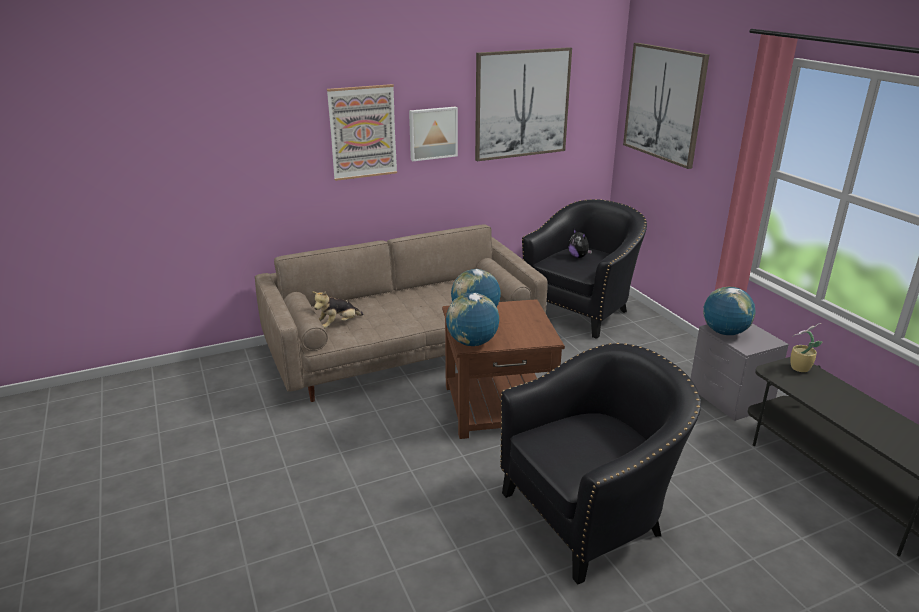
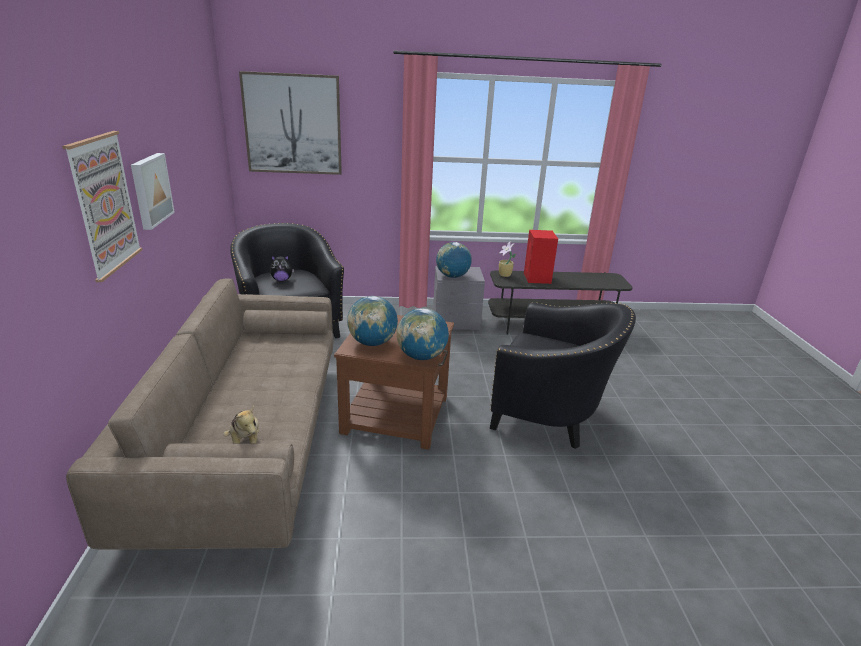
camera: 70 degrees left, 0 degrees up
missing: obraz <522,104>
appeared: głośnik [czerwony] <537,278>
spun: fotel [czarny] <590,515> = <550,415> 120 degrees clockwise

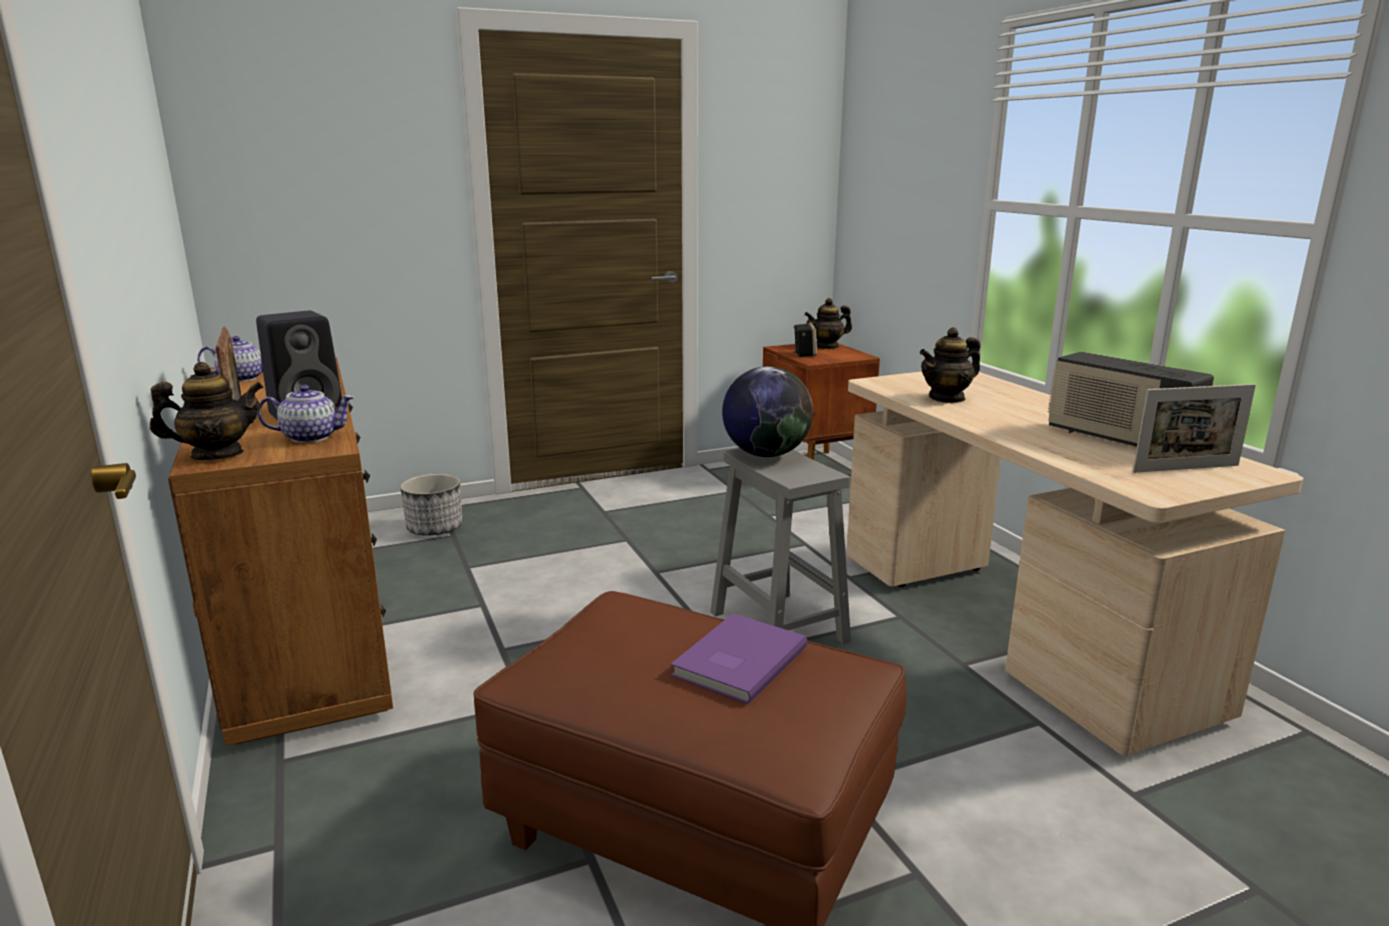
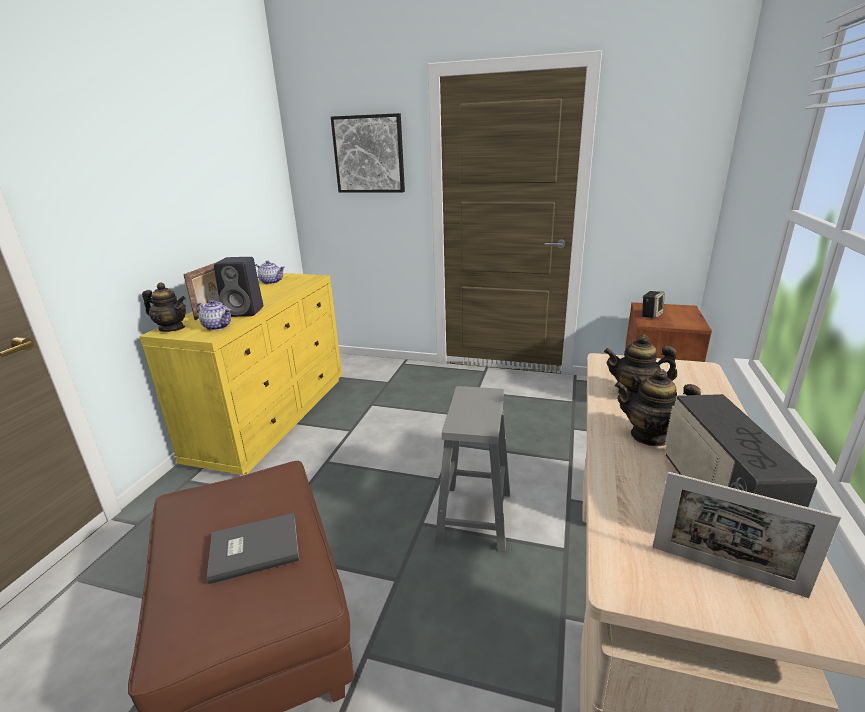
camera: 40 degrees right, 5 degrees up
missing: donica <435,528>; globus <766,454>
appeared: obraz <369,154>
relocated: imbryk <827,346> to <650,436>
colour: komoda [brązowy] <309,631> to komoda [żółty] <273,416>; książka [fioletowy] <736,661> to książka [szary] <253,548>

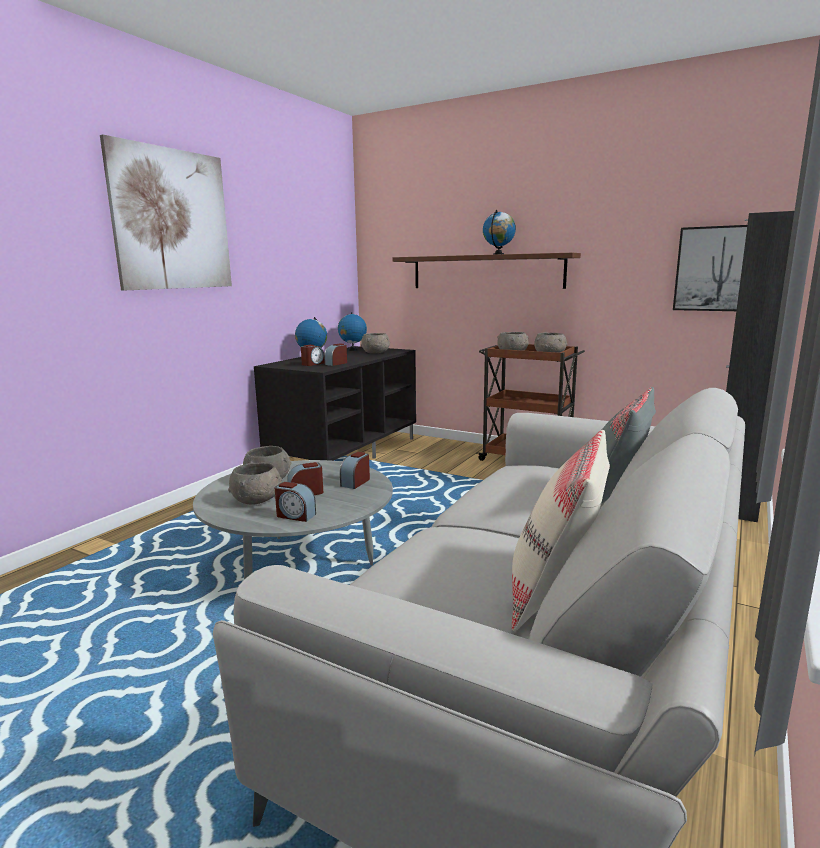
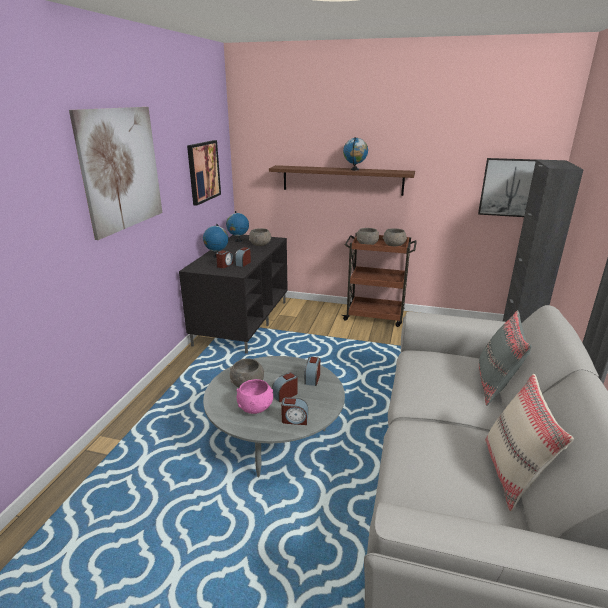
camera: 15 degrees left, 10 degrees up
appeared: obraz <203,171>
colour: miska [szary] <257,500> to miska [różowy] <256,407>

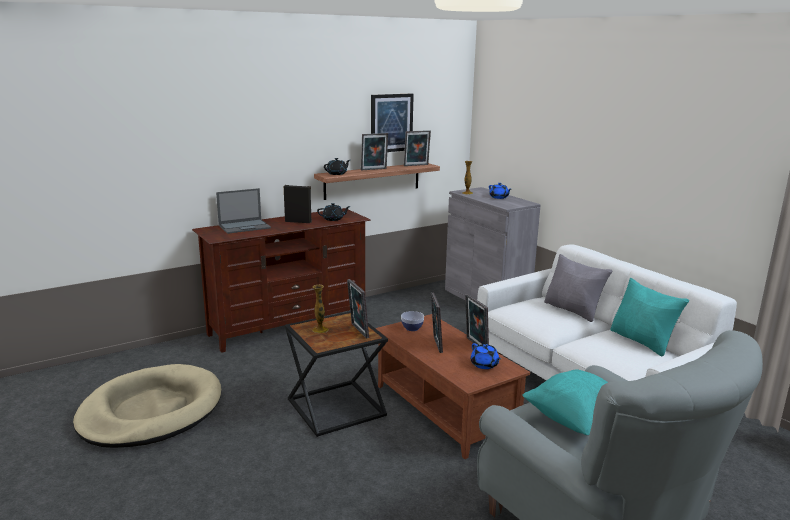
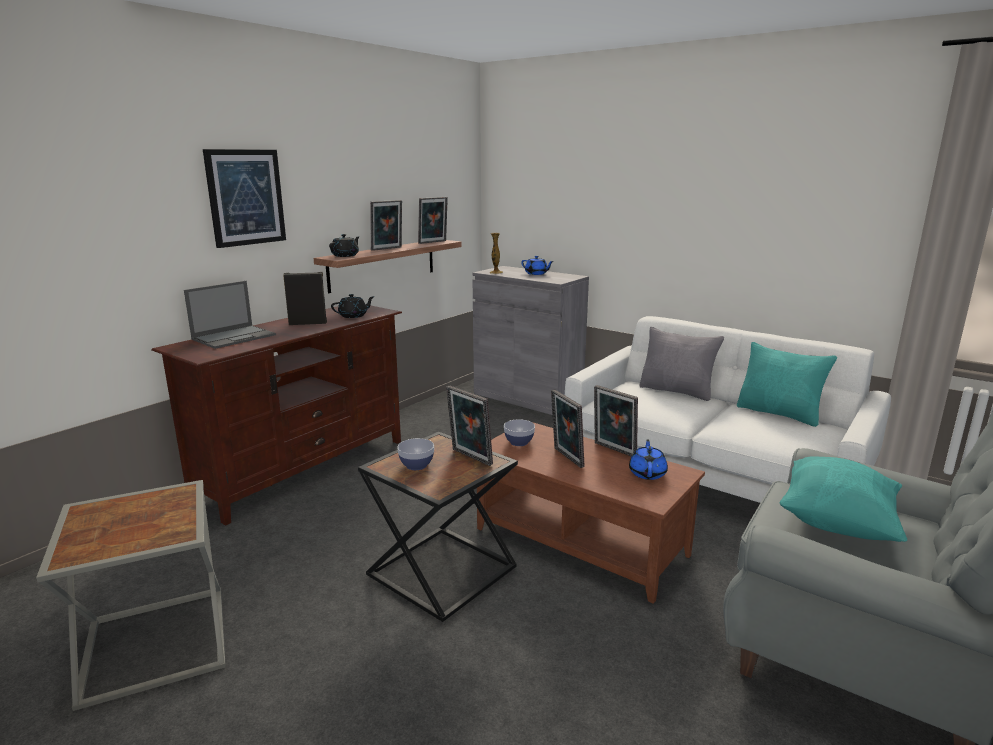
camera: 20 degrees left, 0 degrees up
relocated: obraz <391,123> to <245,197>
exchanged: legowisko [beżowy] <151,411> to stolik [szary] <153,647>; wazon <320,330> to miska <416,465>
spun: imbryk [niebieski] <484,365> = <647,473> 120 degrees counterclockwise

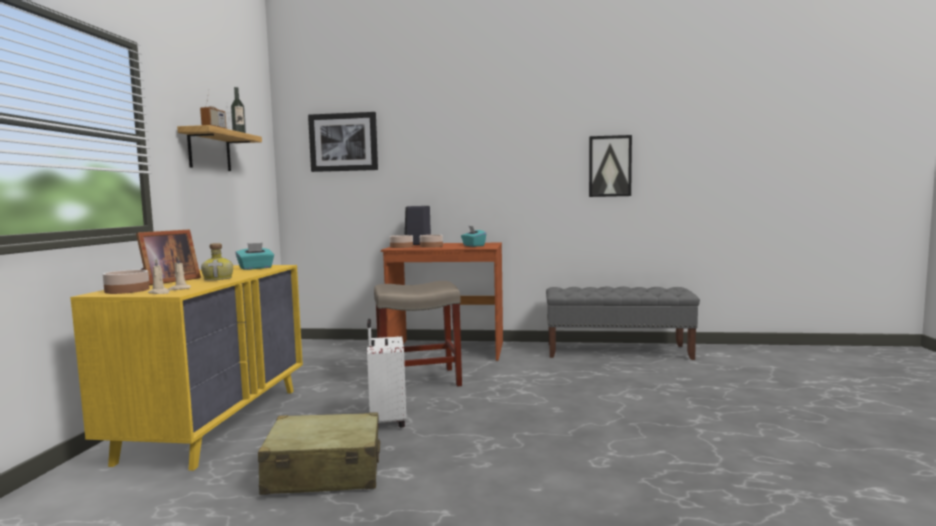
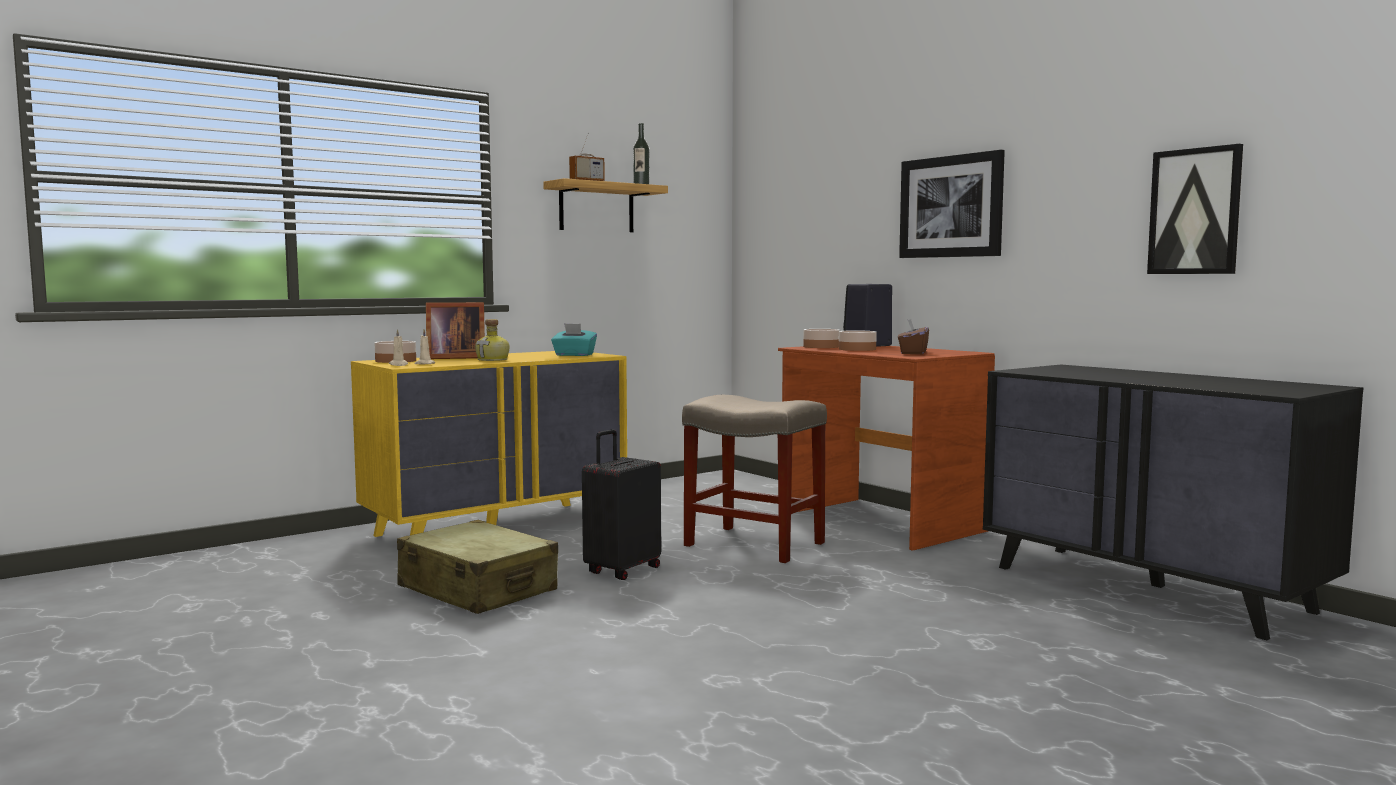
camera: 45 degrees right, 0 degrees up
relocated: obraz <343,142> to <951,206>
exchanged: ławka [szary] <617,351> to komoda [czarny] <1150,589>
colour: walizka [biały] <386,421> to walizka [czarny] <621,570>; pudełko chusteczek [turkusowy] <473,245> to pudełko chusteczek [brązowy] <912,353>

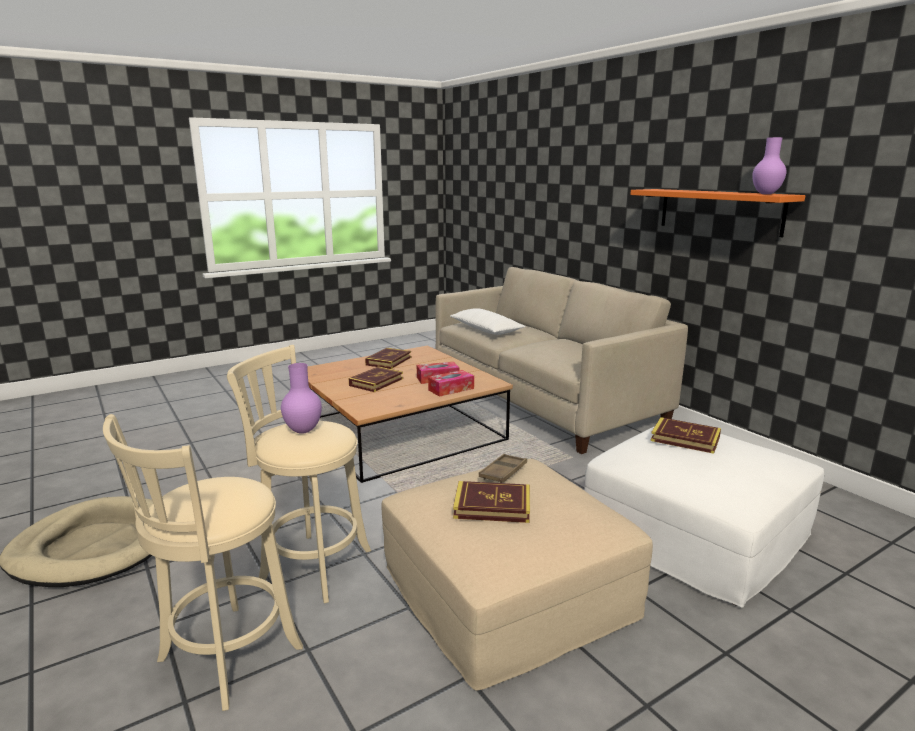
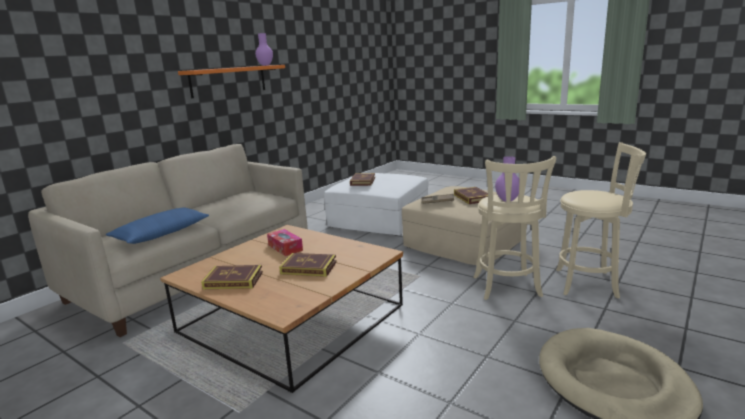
camera: 110 degrees left, 0 degrees up
missing: pudełko chusteczek <451,389>
colour: poduszka [biały] <486,330> to poduszka [niebieski] <161,234>

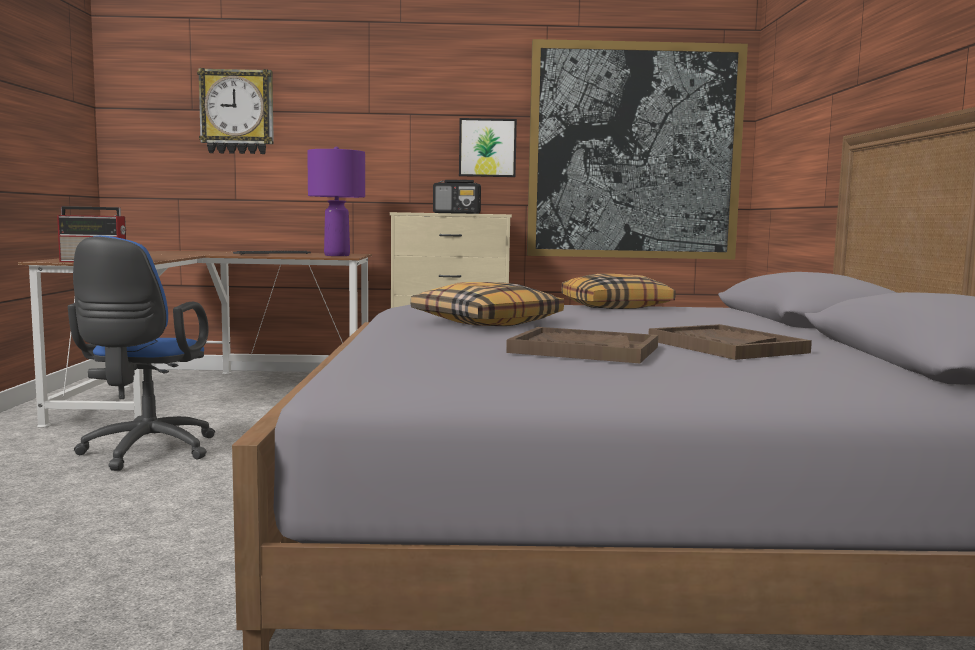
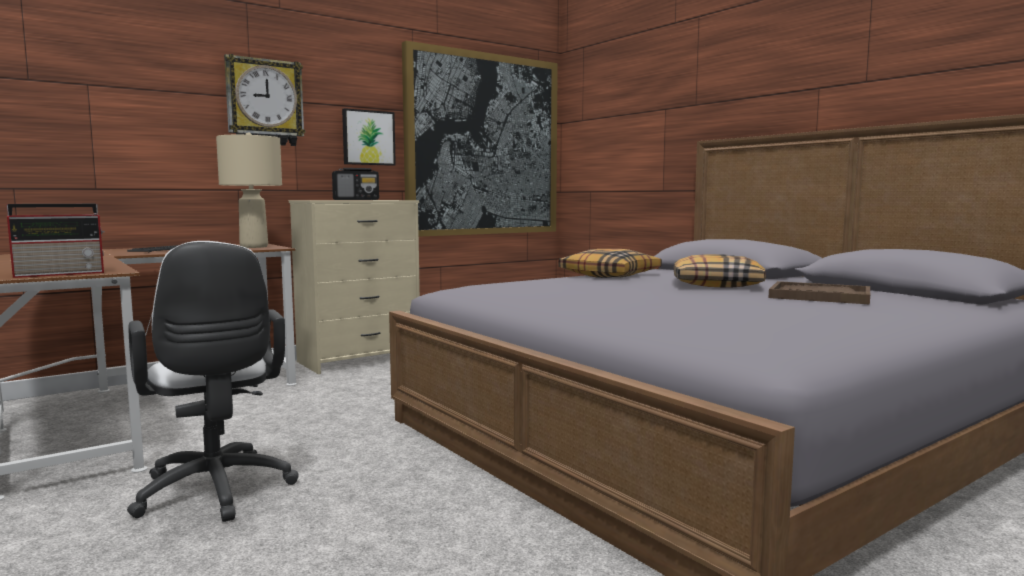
camera: 35 degrees left, 0 degrees up
missing: taca [brązowy] <583,350>
relocated: zegar ścienny <237,112> to <264,102>; poduszka <486,322> to <716,284>
colour: krzesło biurowe [niebieski] <145,452> to krzesło biurowe [biały] <216,493>; lampa stołowa [fioletowy] <336,255> to lampa stołowa [beżowy] <254,247>

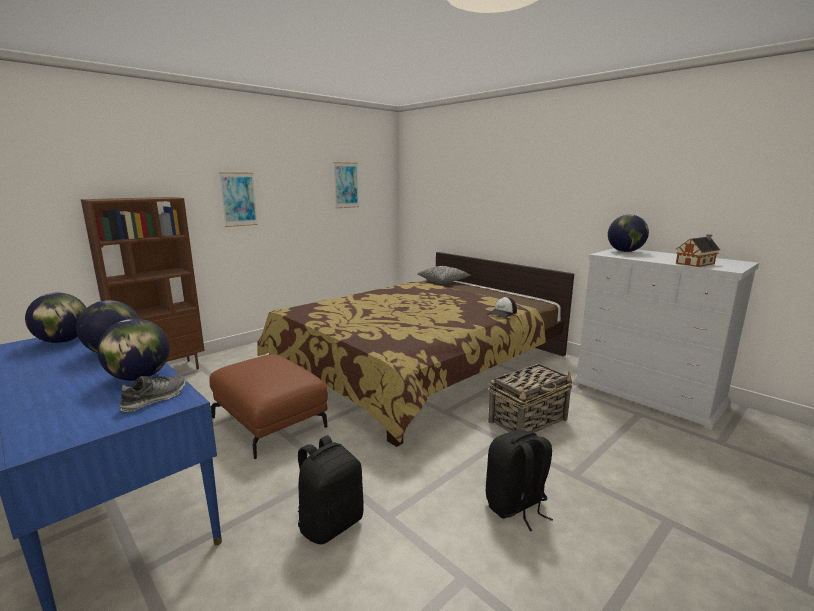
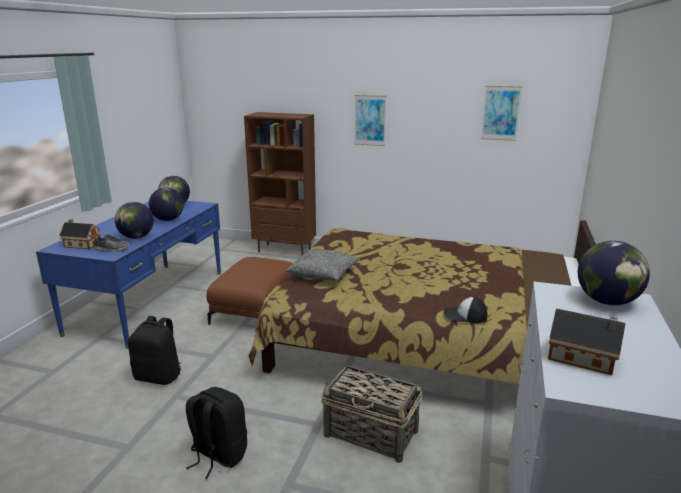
camera: 60 degrees right, 5 degrees up
appeared: domek <81,244>
relocated: poduszka [szary] <443,281> to <324,274>

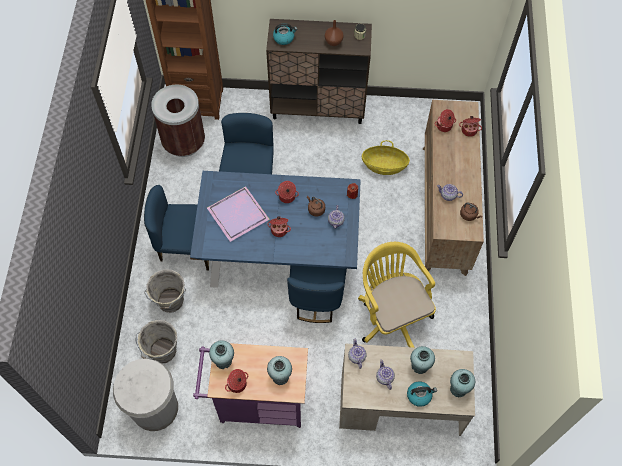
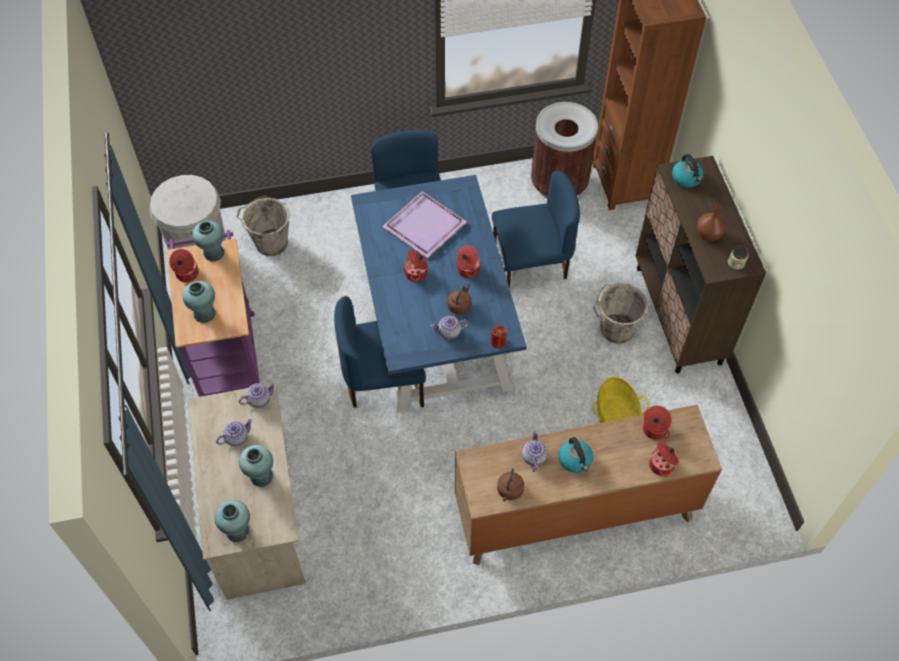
camera: 75 degrees right, 5 degrees down
missing: krzesło biurowe [żółty] <391,314>
relocated: wiadro [szary] <170,302> to <615,330>; czajnik <419,395> to <575,460>

